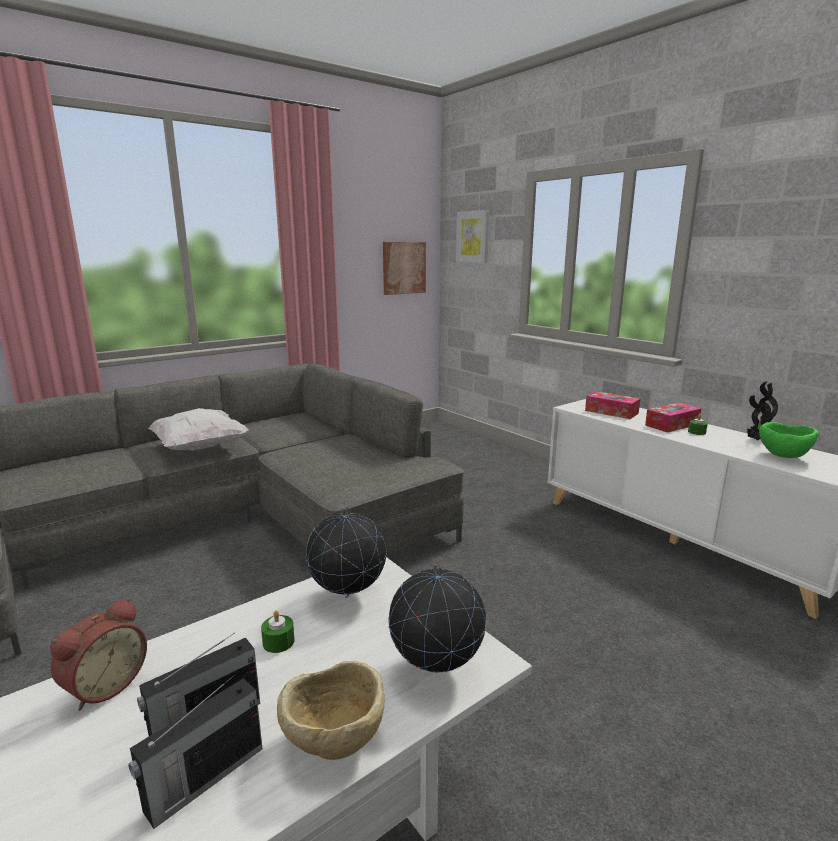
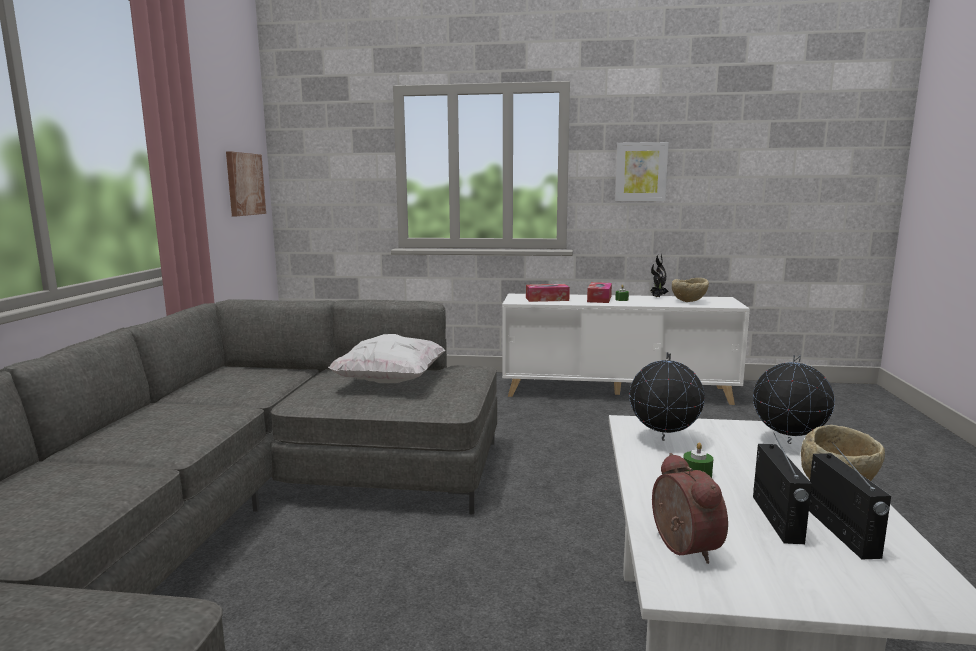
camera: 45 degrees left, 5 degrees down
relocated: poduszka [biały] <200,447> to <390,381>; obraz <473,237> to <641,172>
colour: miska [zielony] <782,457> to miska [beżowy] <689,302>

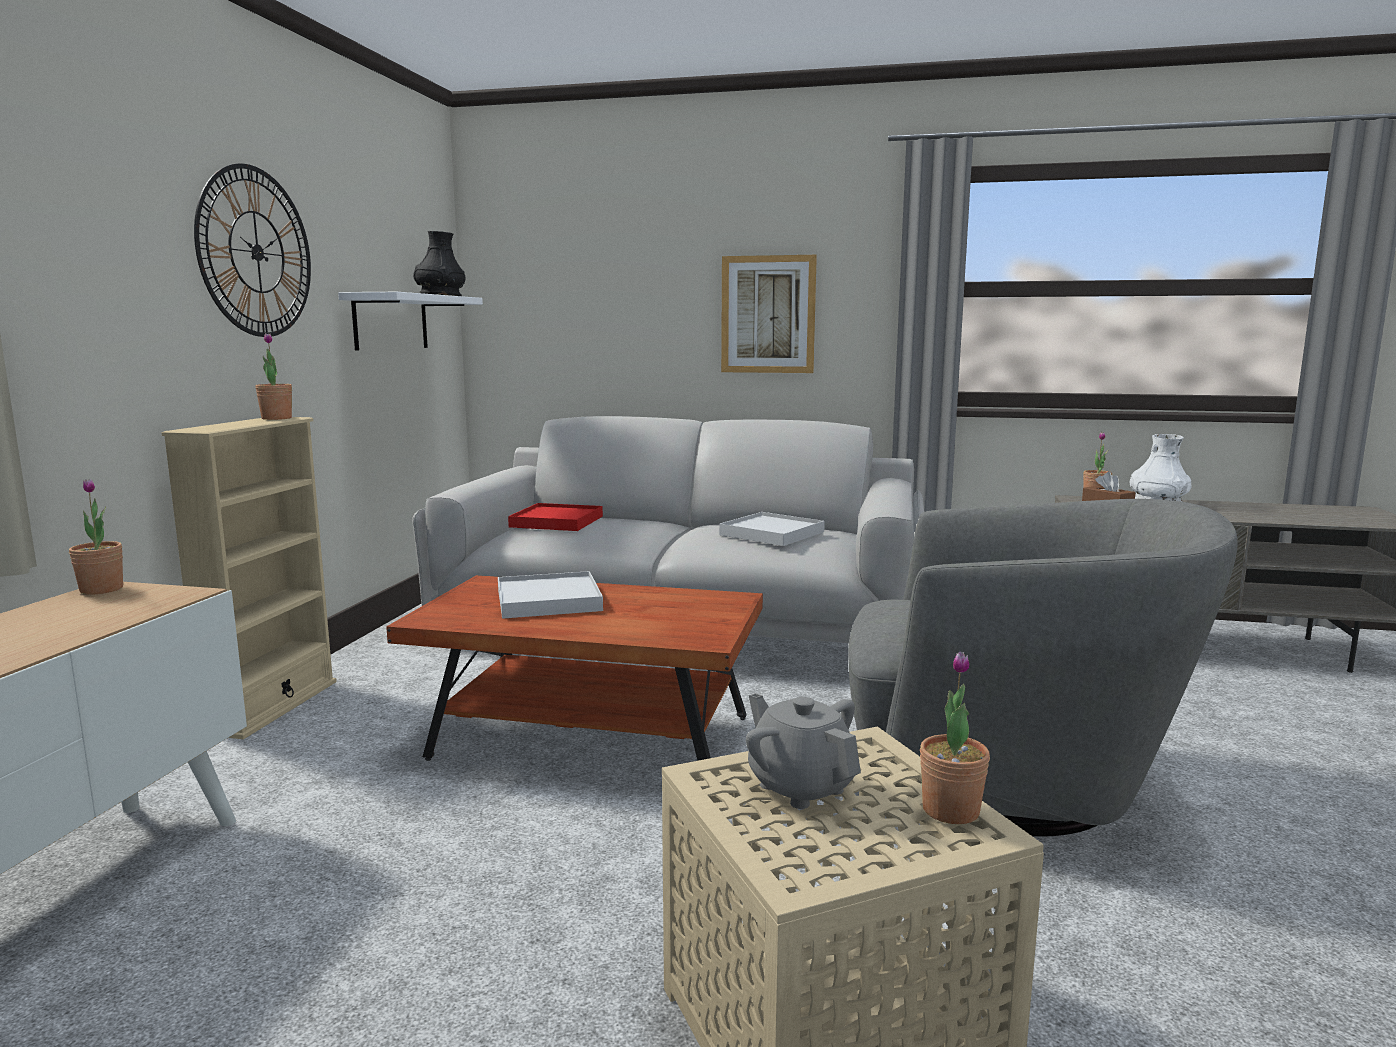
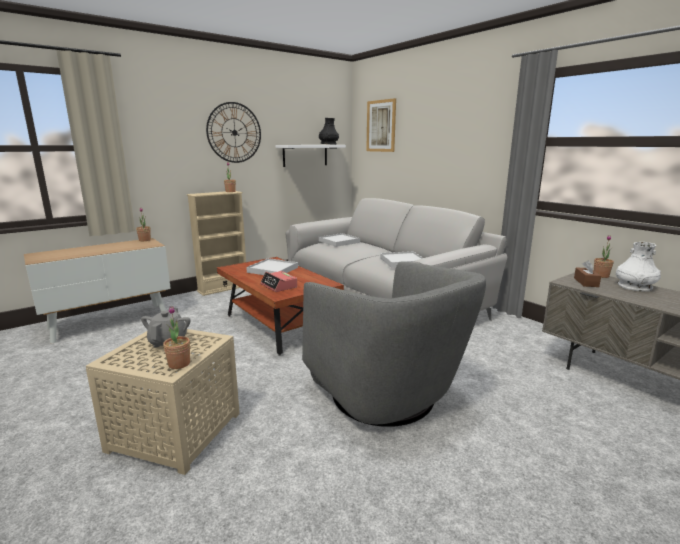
camera: 40 degrees right, 5 degrees up
appeared: budzik <279,286>
relocated: obraz <768,314> to <381,126>
colour: taca [czerwony] <557,521> to taca [biały] <339,242>

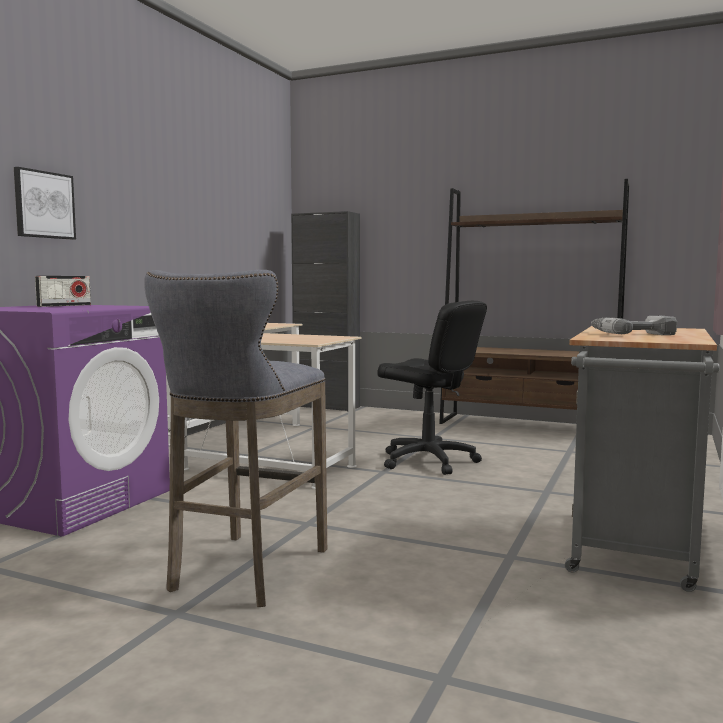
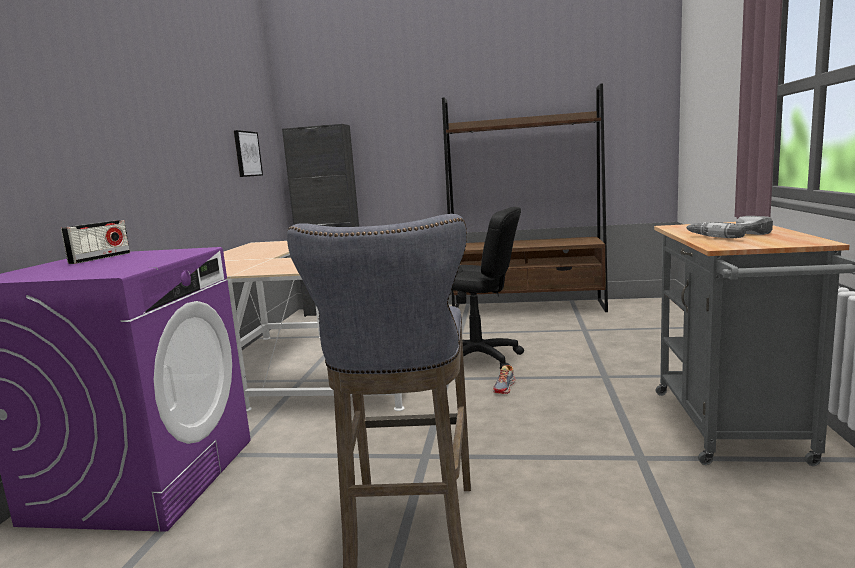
camera: 15 degrees left, 5 degrees up
appeared: but <505,387>
relocated: obraz <44,205> to <247,154>

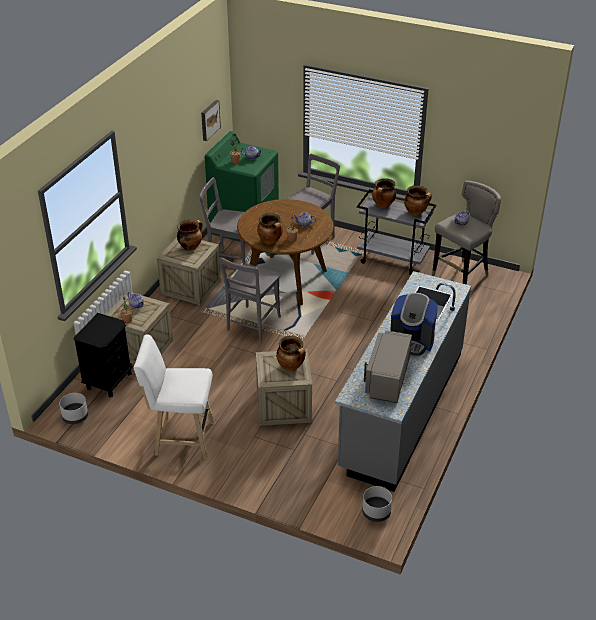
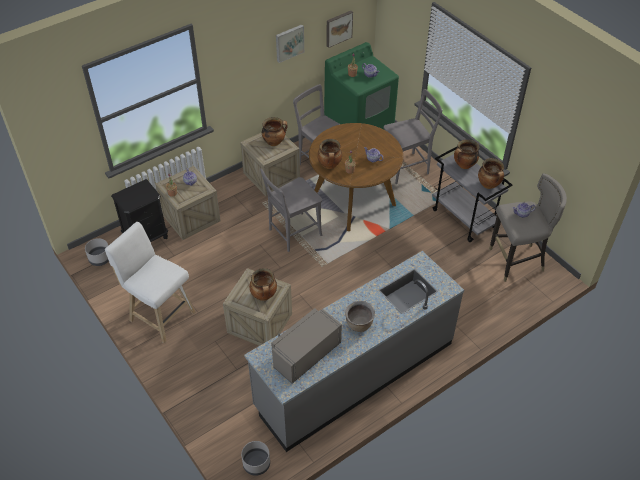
camera: 30 degrees right, 10 degrees up
appeared: obraz <289,42>
exchanged: ekspres do kawy <411,341> to garnek [brązowy] <359,325>

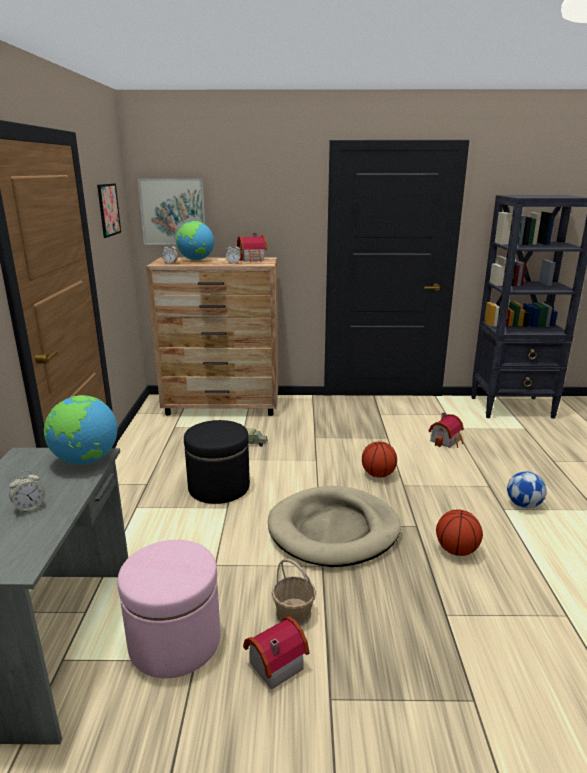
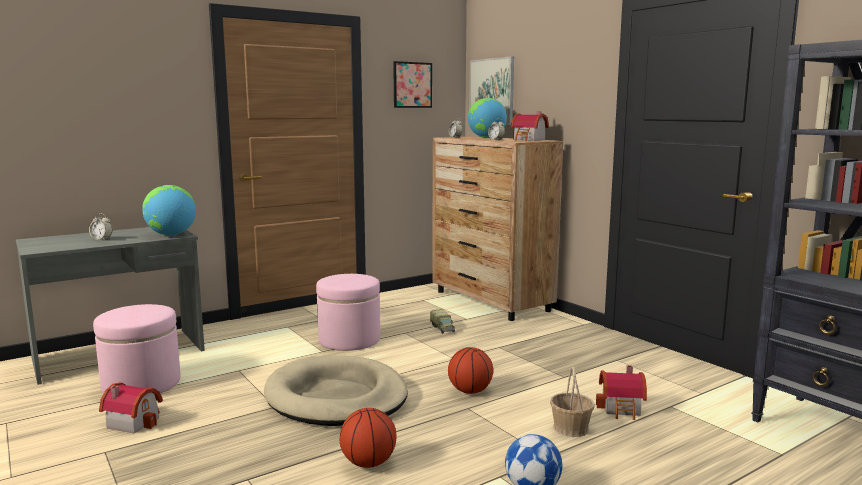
camera: 55 degrees right, 10 degrees down
relocated: koszyk <293,614> to <570,428>
colour: pufa [czarny] <219,487> to pufa [różowy] <349,340>

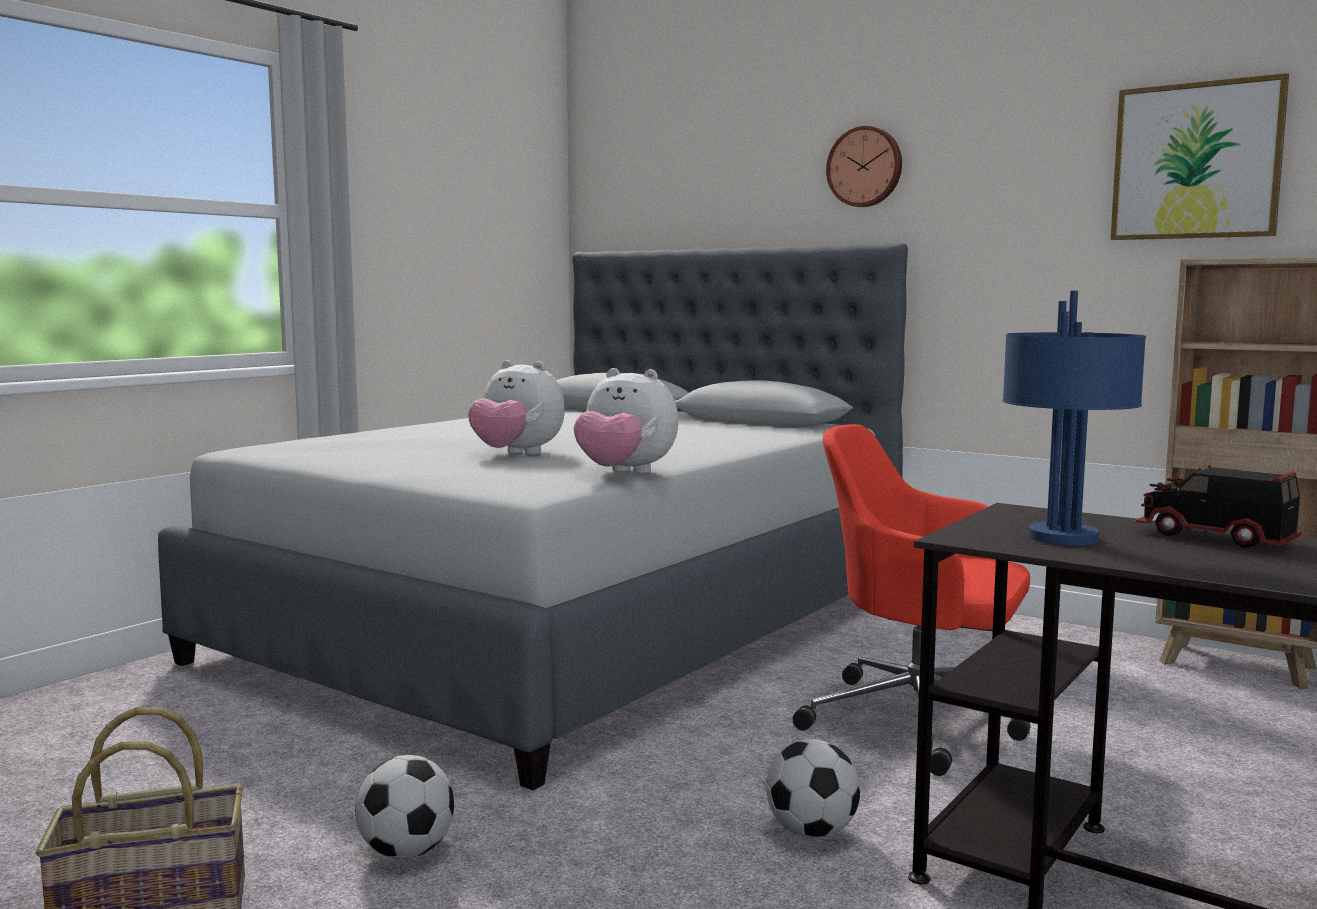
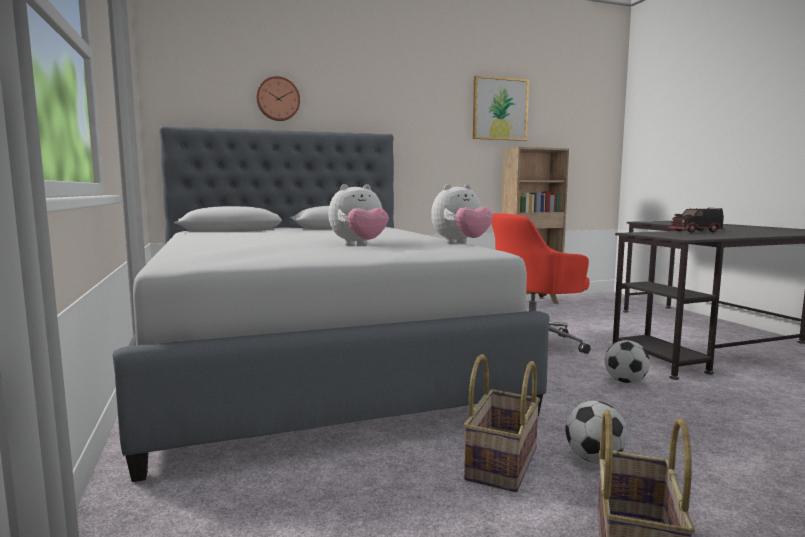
camera: 55 degrees left, 0 degrees up
missing: lampa stołowa [niebieski] <1065,538>
appeared: koszyk <500,462>
relocated: zegar ścienny <865,167> to <278,99>

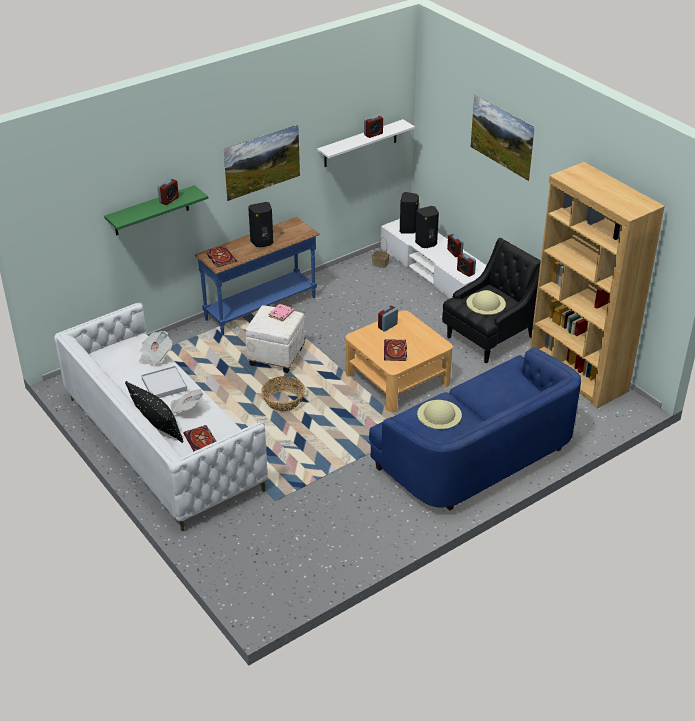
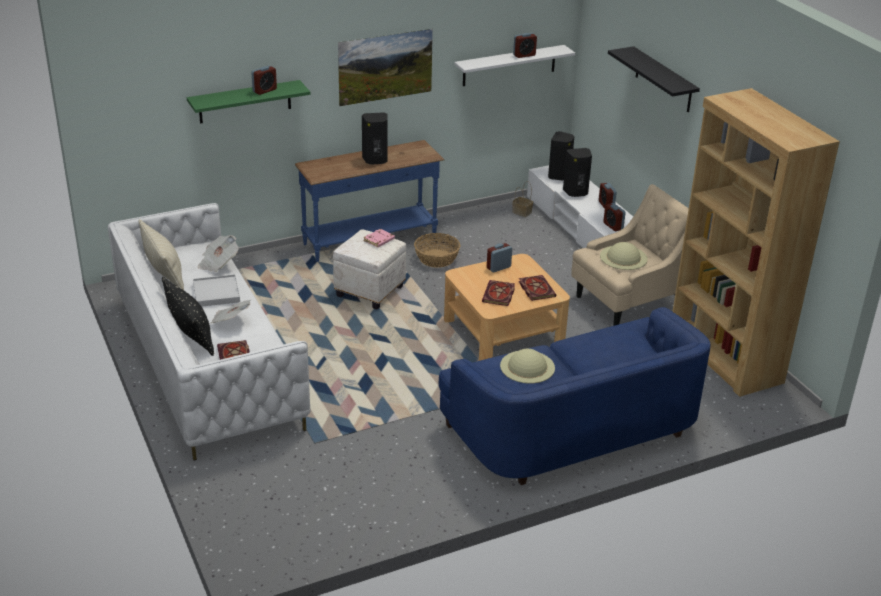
camera: 10 degrees right, 5 degrees down
appeared: poduszka [beżowy] <164,273>
relocated: książka <220,257> to <535,289>; koszyk <283,401> to <436,258>
exchanged: obraz <500,150> to półka [czarny] <663,80>
colour: fotel [czarny] <489,337> to fotel [beżowy] <627,303>

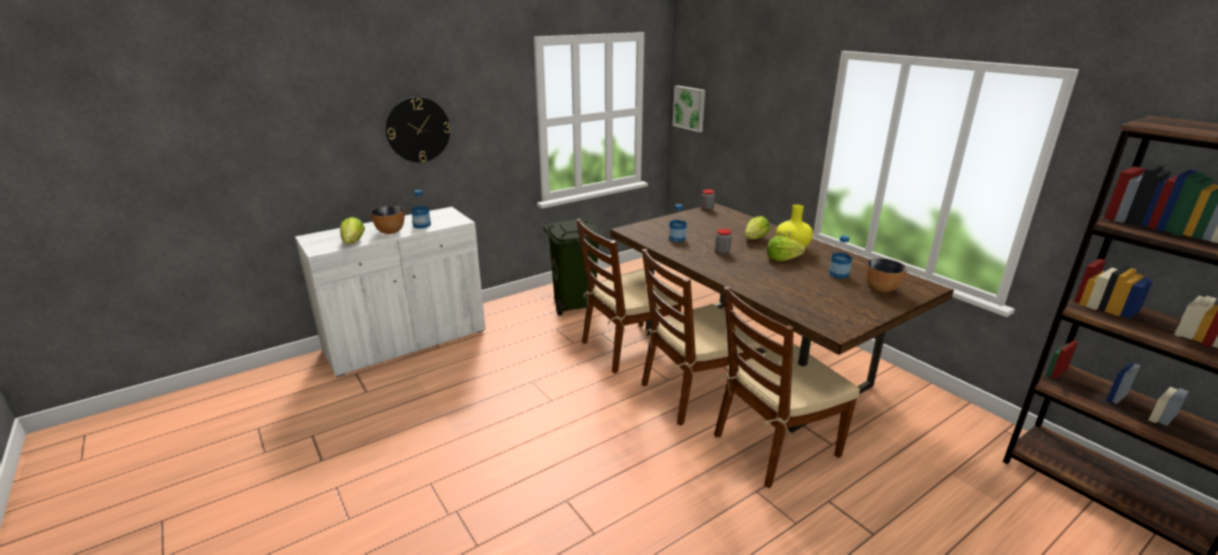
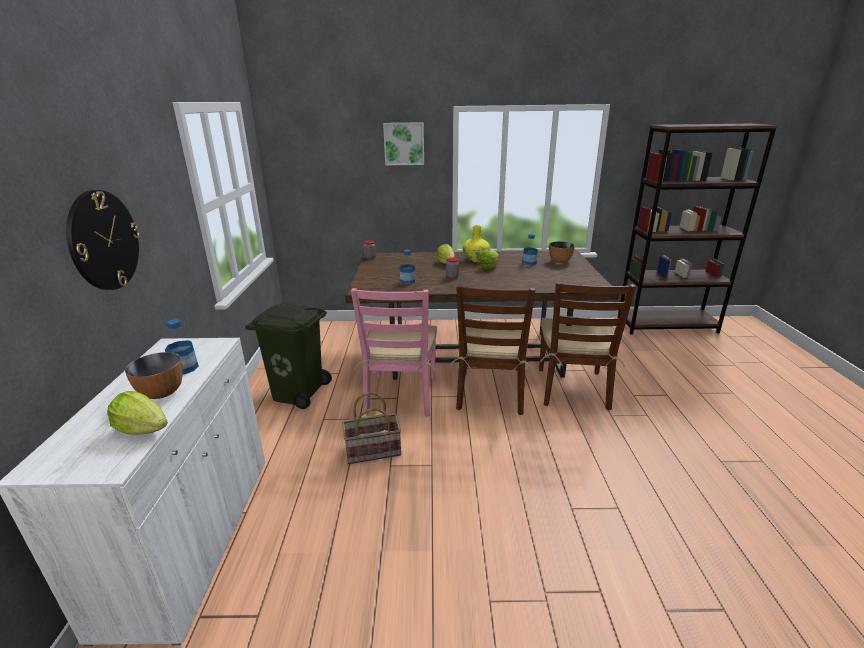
camera: 55 degrees left, 0 degrees up
appeared: koszyk <373,451>
relocated: obraz <690,108> to <404,144>
colour: krzesło [brązowy] <628,347> to krzesło [różowy] <401,395>

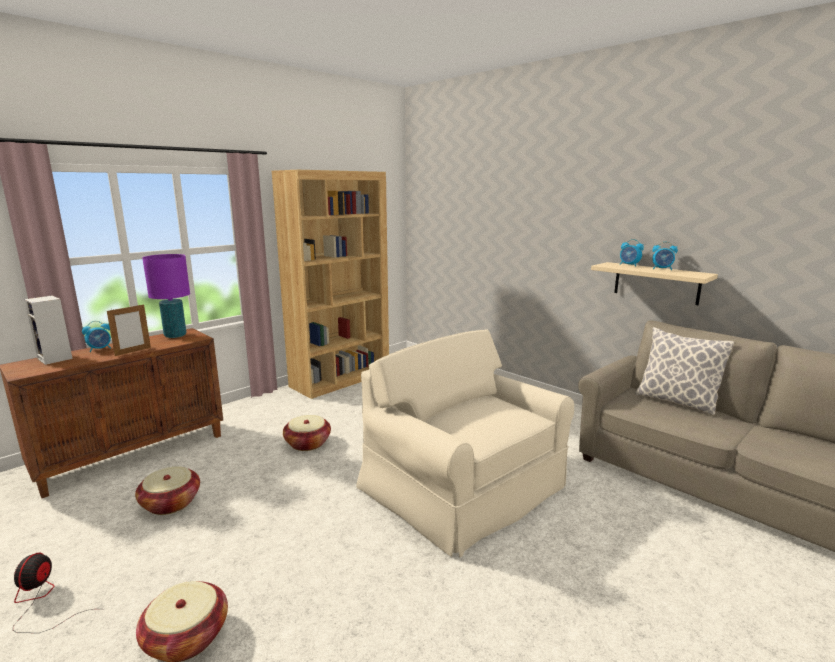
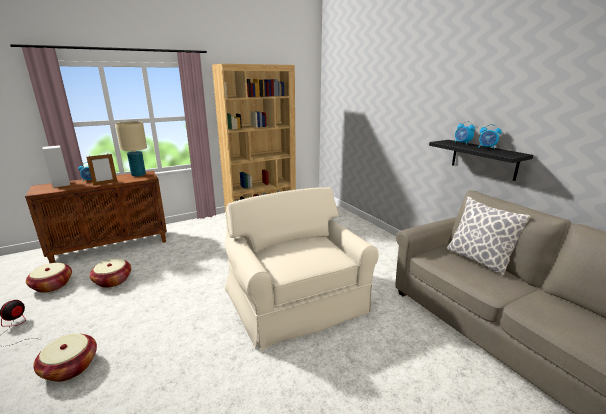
camera: 15 degrees right, 5 degrees up
relocated: koszyk <307,443> to <52,285>
colour: lampa stołowa [fioletowy] <175,335> to lampa stołowa [beżowy] <138,175>; półka [beżowy] <656,283> to półka [czarny] <483,159>

